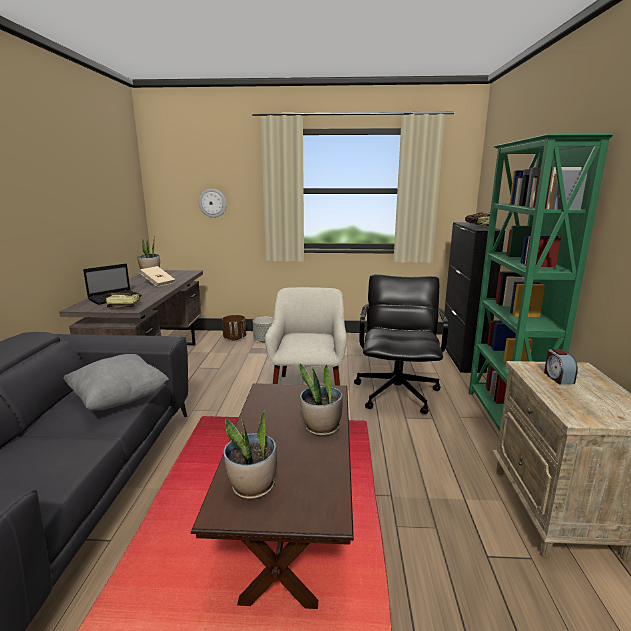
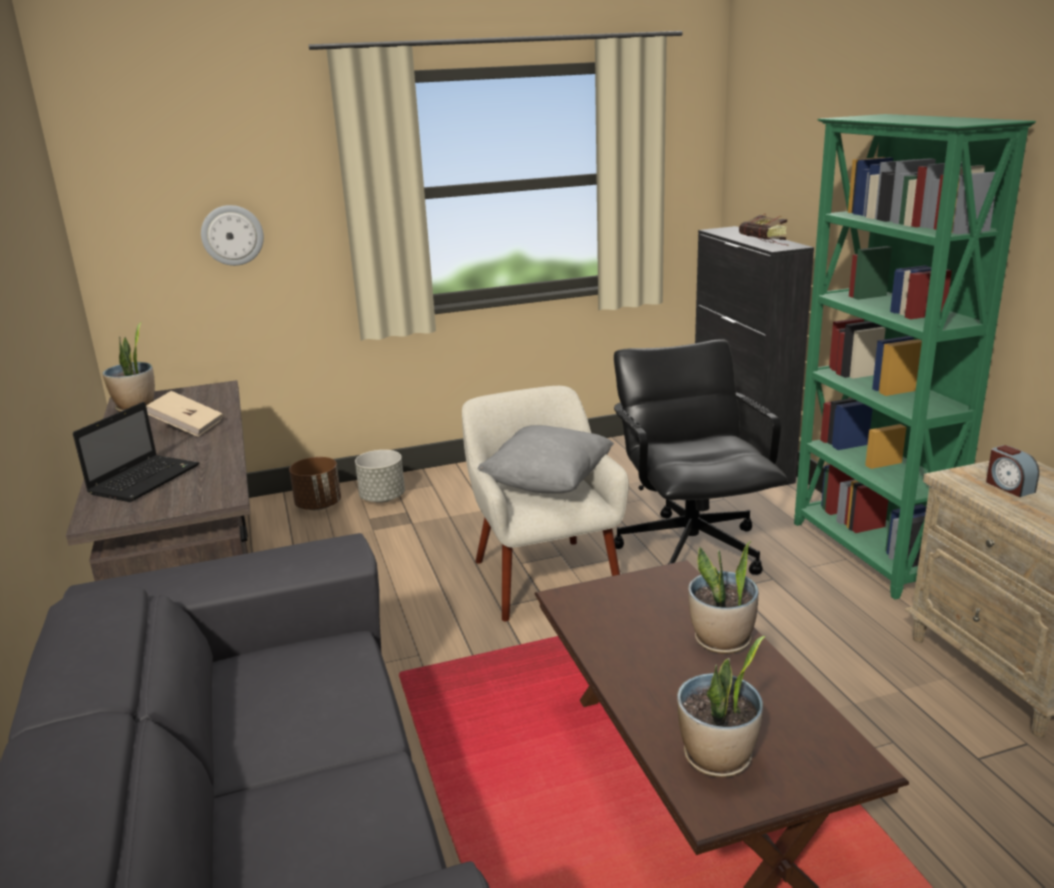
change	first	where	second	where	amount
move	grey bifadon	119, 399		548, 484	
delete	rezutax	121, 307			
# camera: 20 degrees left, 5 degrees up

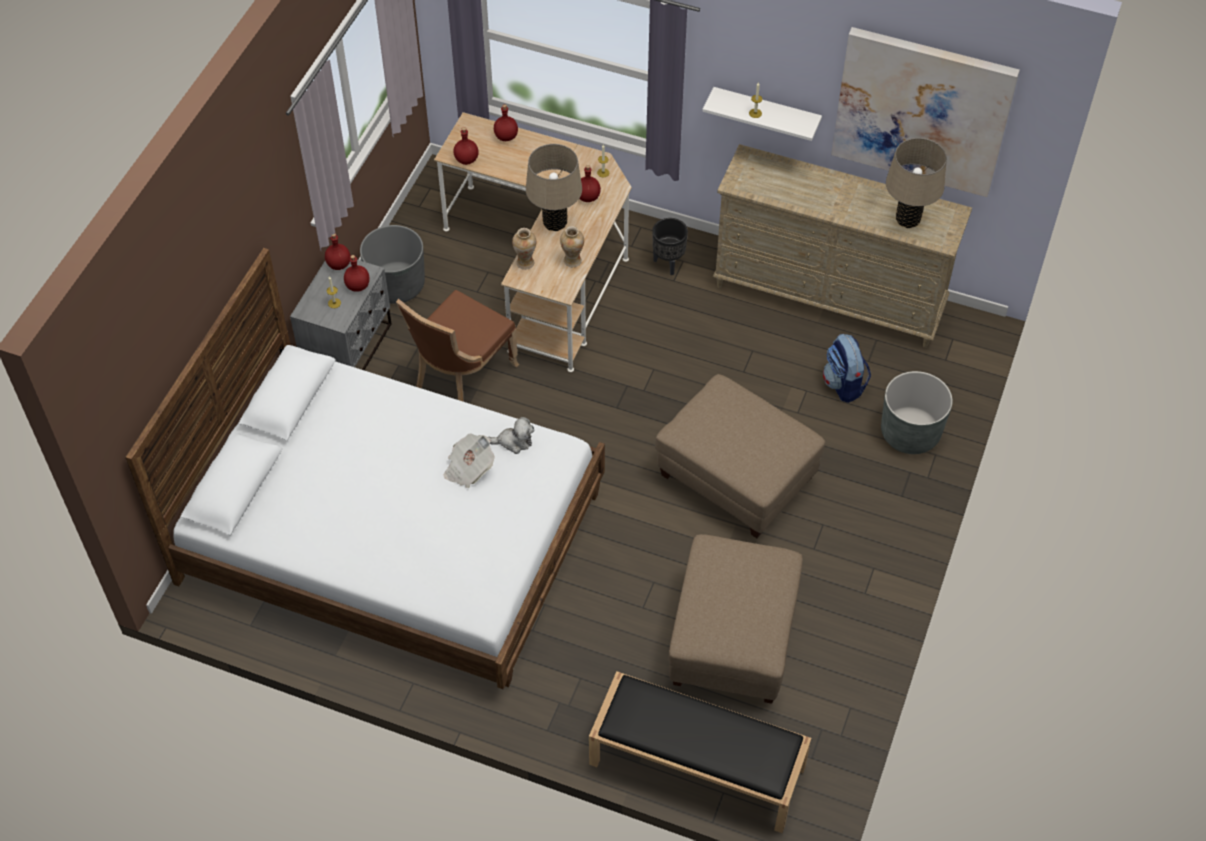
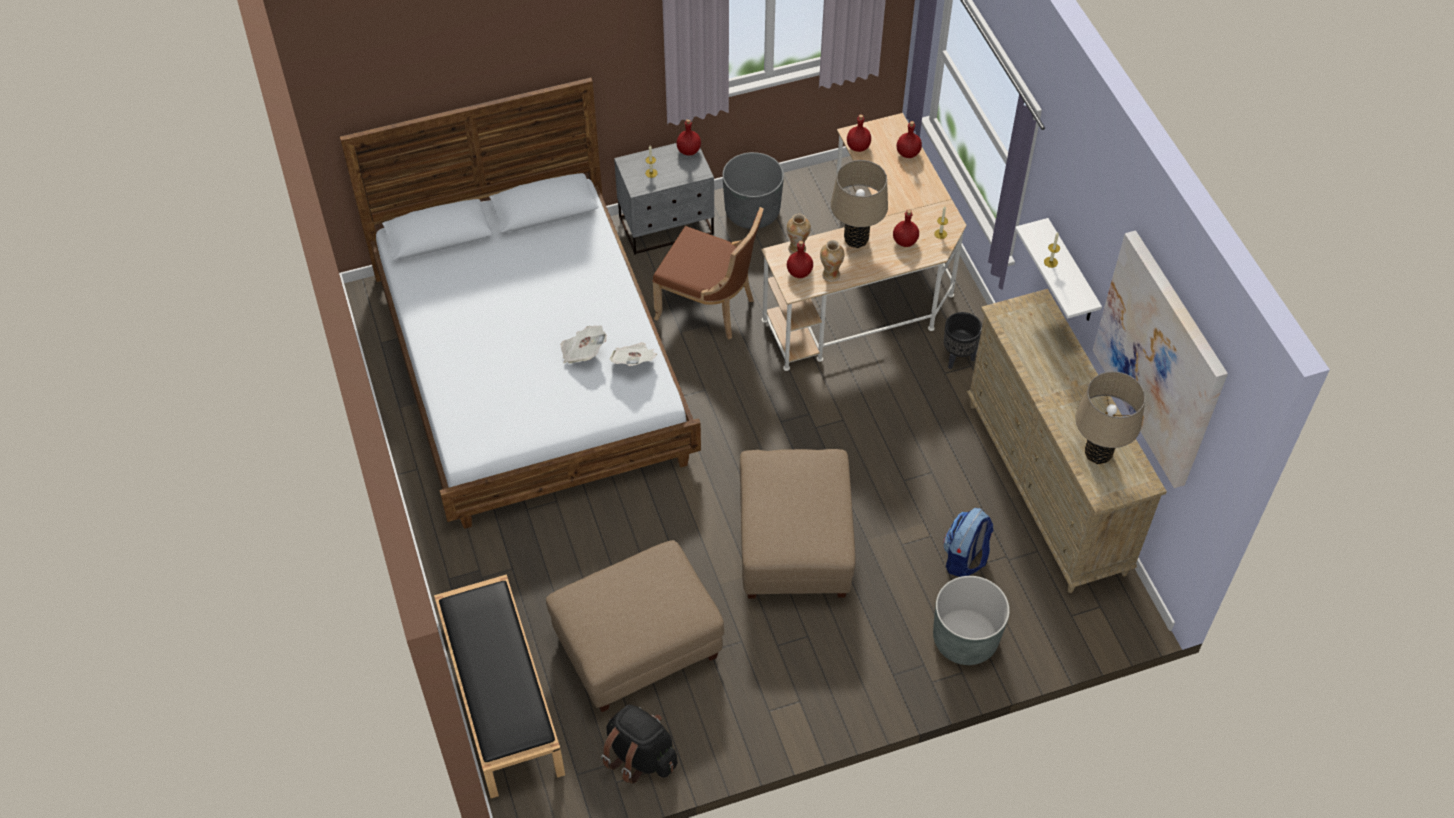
change	first	where	second	where	amount
insert			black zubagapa	640, 756	
replace	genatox	514, 441	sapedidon	634, 362	
rotate	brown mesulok	461, 377		709, 308	150 degrees counterclockwise
move	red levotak	357, 286		799, 272	
# camera: 50 degrees right, 0 degrees up

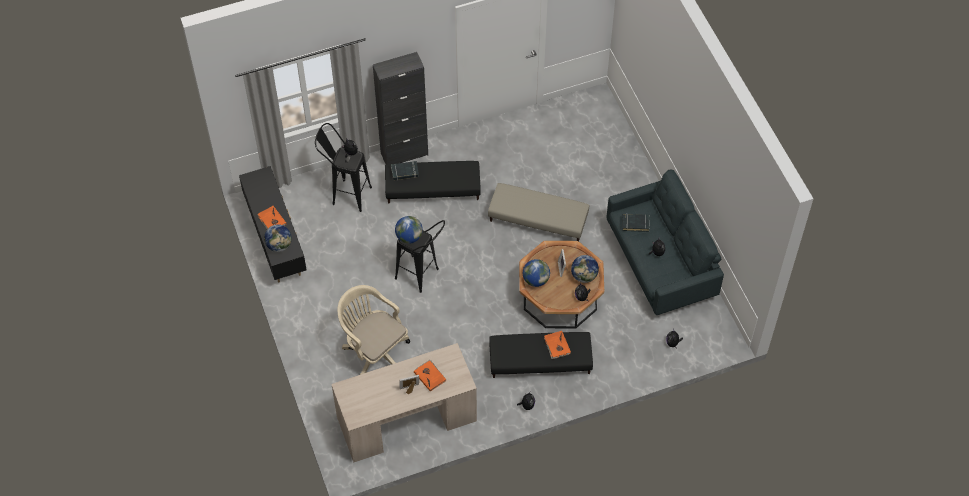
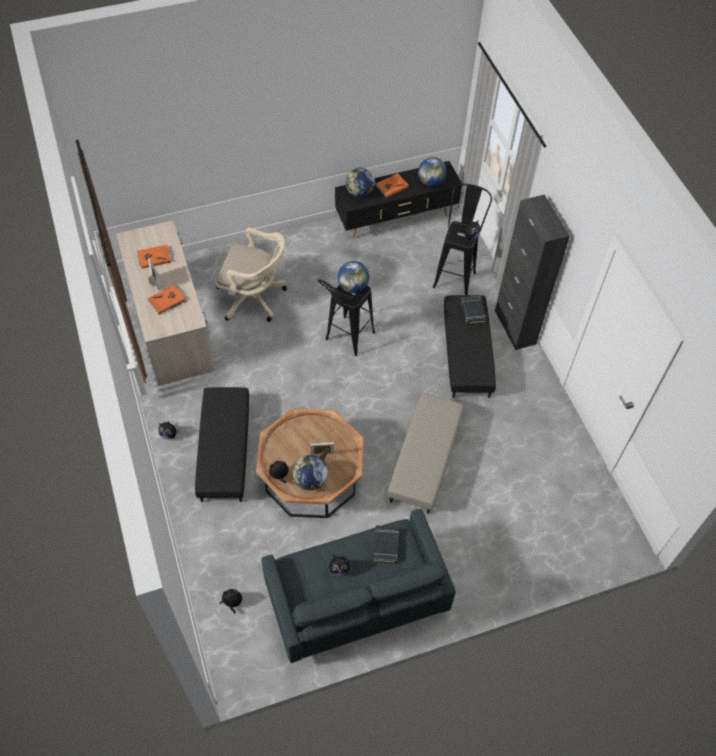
change	first	where	second	where	amount
move	orange rezutax	557, 346		154, 257	
rotate	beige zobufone	374, 352		254, 298	60 degrees clockwise
move	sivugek	535, 280		431, 182	
# camera: 90 degrees right, 0 degrees up

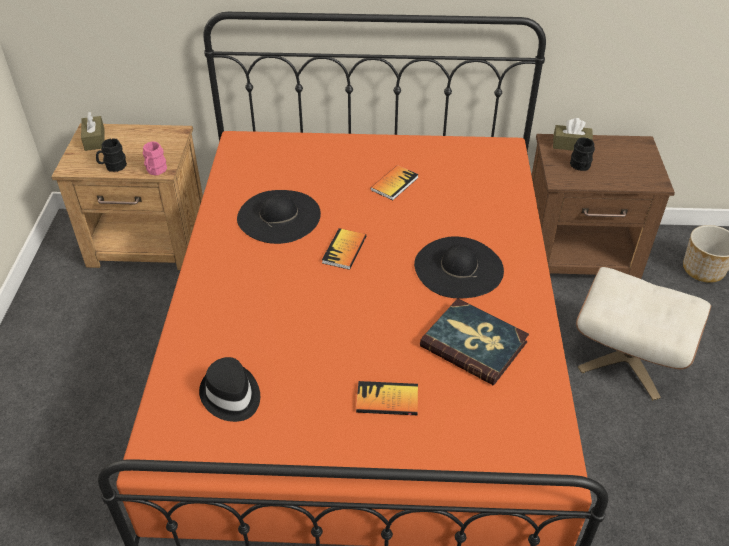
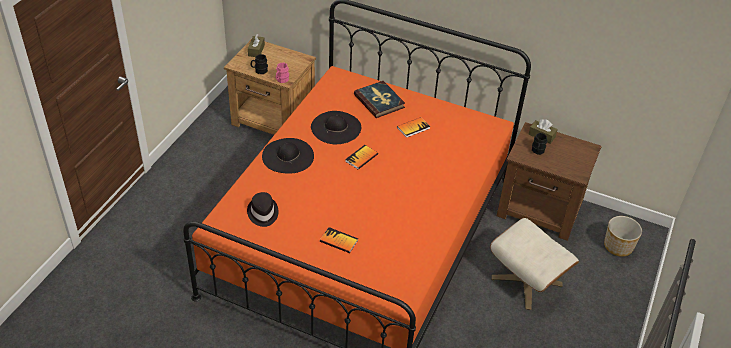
change	first	where	second	where	amount
move	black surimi	458, 267		288, 156	
move	rezutax	474, 344		379, 101	
# camera: 20 degrees right, 0 degrees up

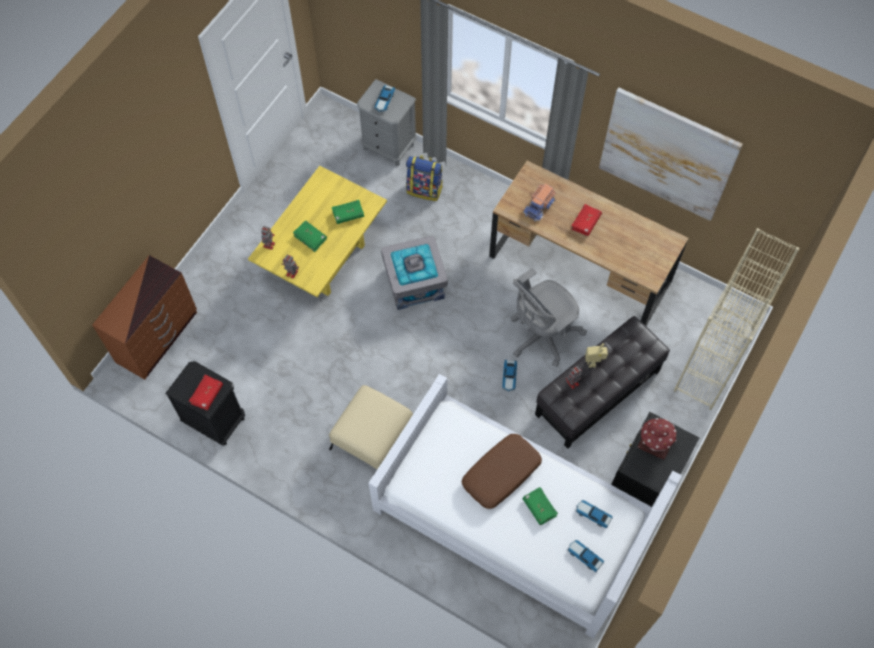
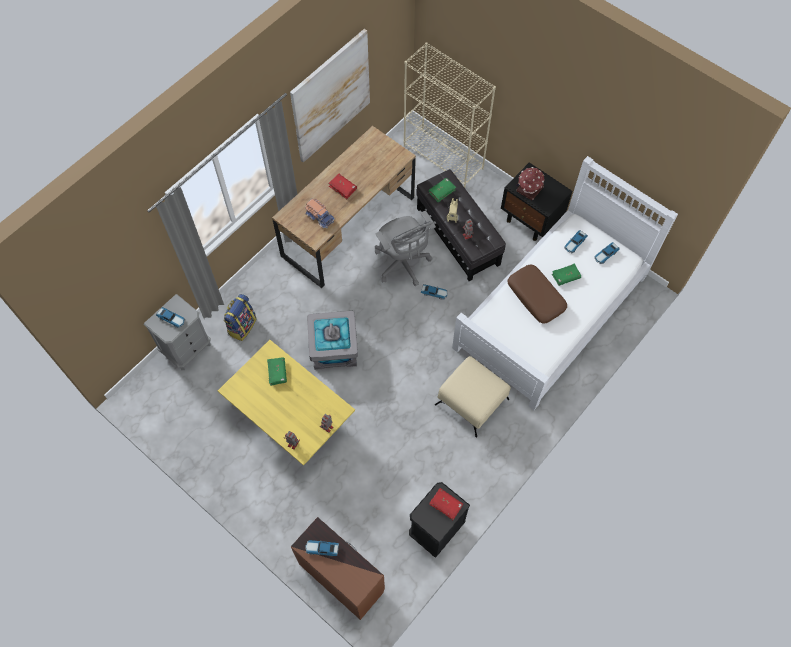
change	first	where	second	where	amount
insert			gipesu	322, 549	
move	green rezutax	310, 238		442, 191	
# camera: 80 degrees left, 0 degrees up

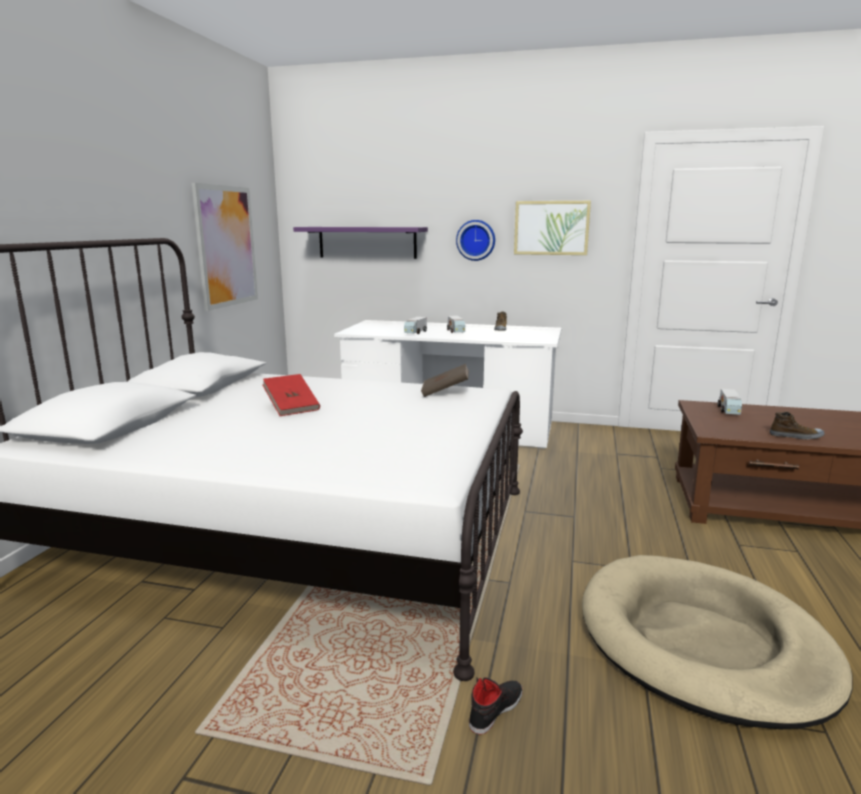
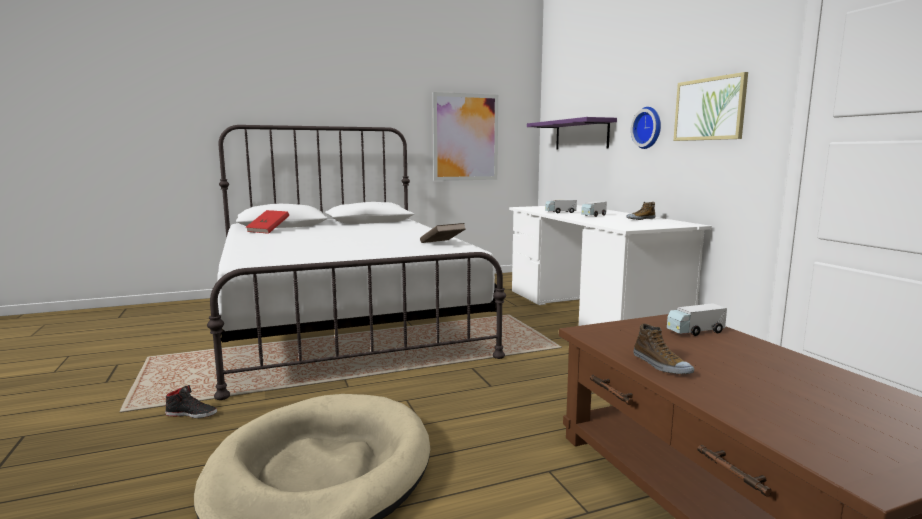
change	first	where	second	where	amount
move	red rezutax	292, 407		268, 231	
# camera: 55 degrees right, 5 degrees down

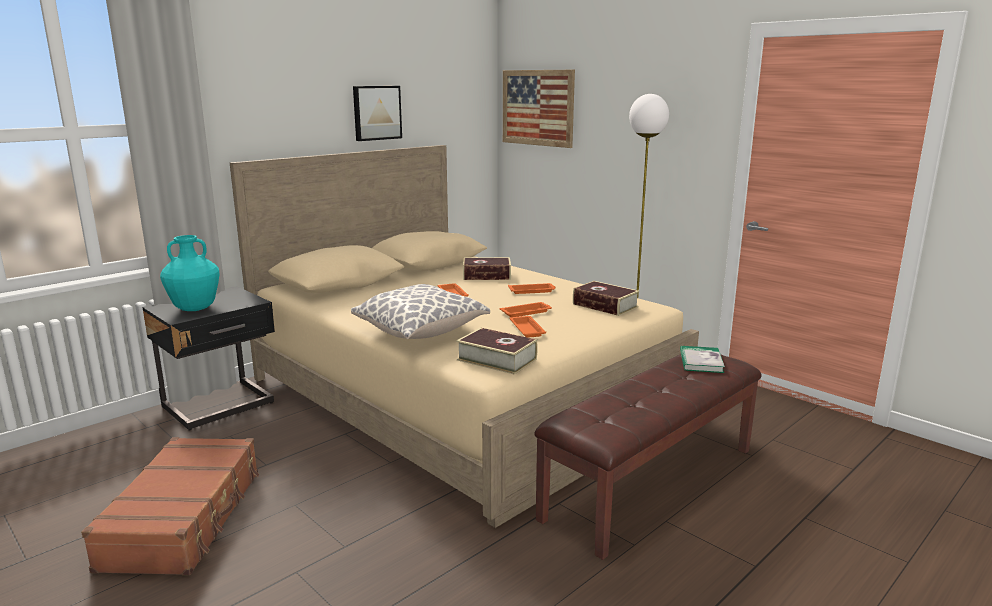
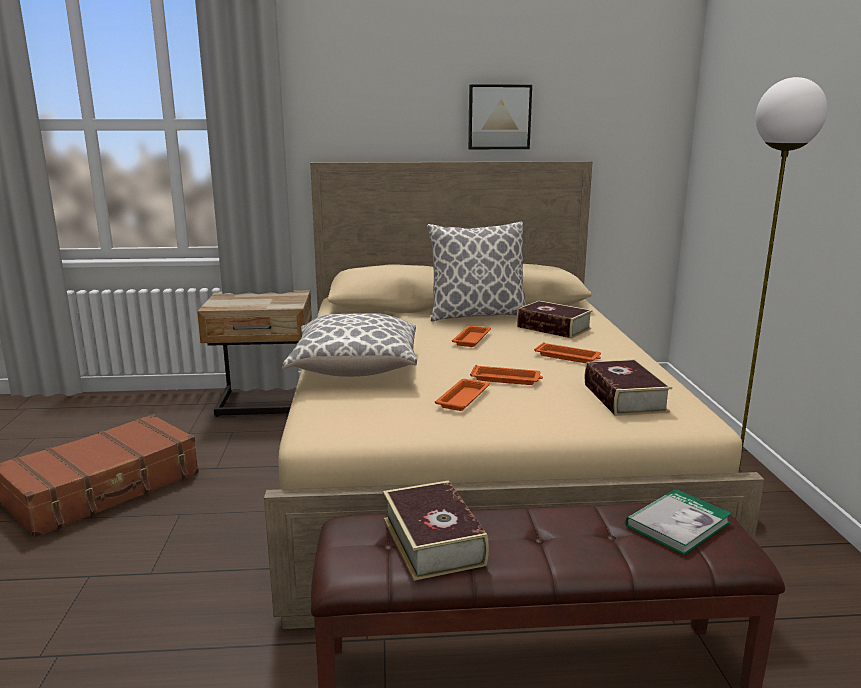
change	first	where	second	where	amount
recolor	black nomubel	220, 406	beige nomubel	265, 403	
move	rezutax	497, 359		433, 541	
insert			bifadon	476, 316	
delete	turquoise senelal	194, 309			
delete	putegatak	537, 108			
# camera: 40 degrees right, 0 degrees up

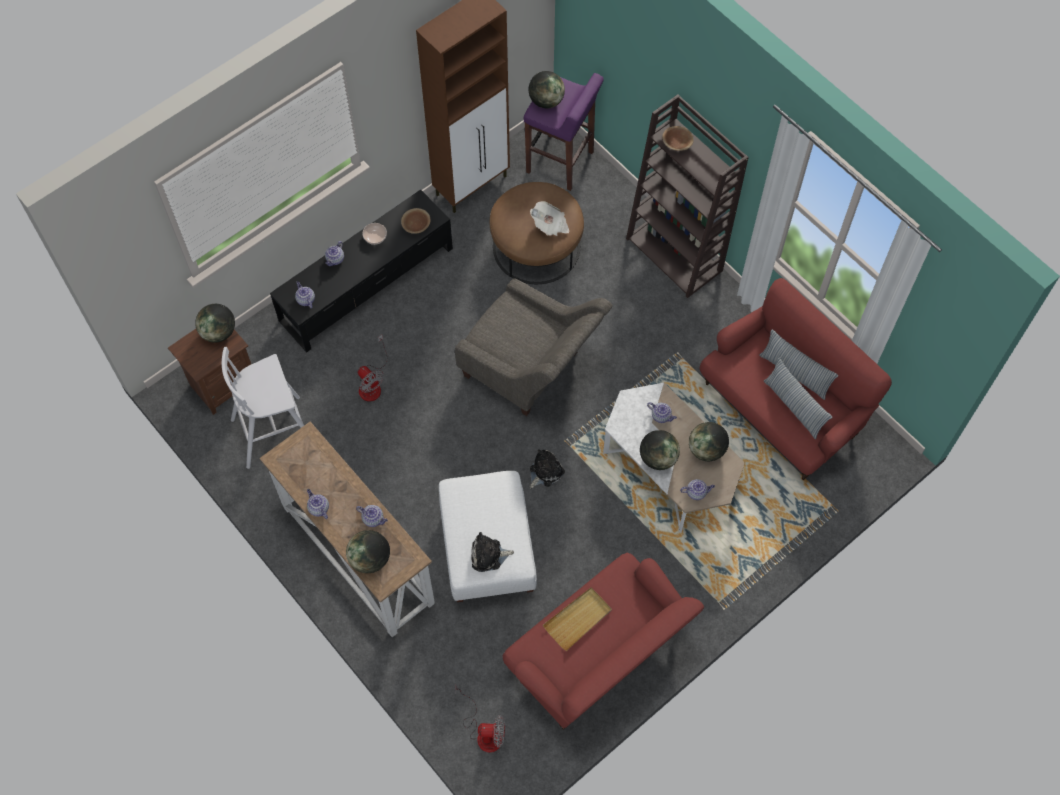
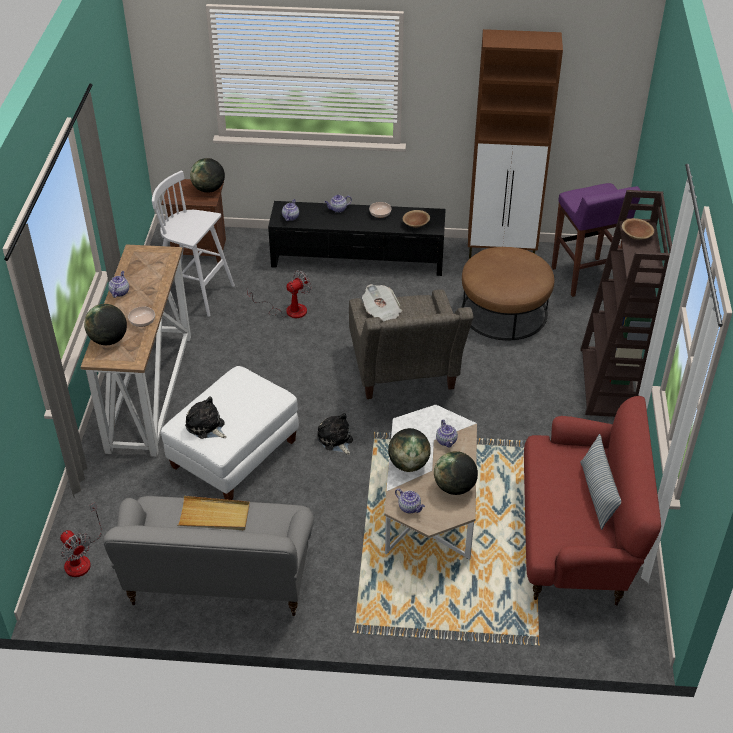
change	first	where	second	where	amount
recolor	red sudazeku	597, 655	grey sudazeku	219, 580	
replace	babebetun	373, 519	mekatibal	143, 321	
rotate	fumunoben	372, 383		288, 310	135 degrees counterclockwise
rotate	genatox	545, 471		336, 440	120 degrees counterclockwise
move	sapedidon	550, 225		382, 312	
delete	sivugek	546, 101			
delete	bifadon	794, 406			
# camera: 45 degrees right, 20 degrees down

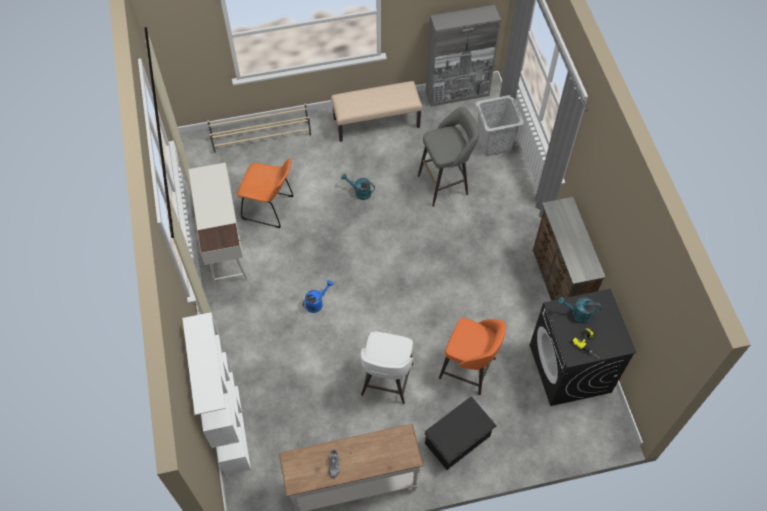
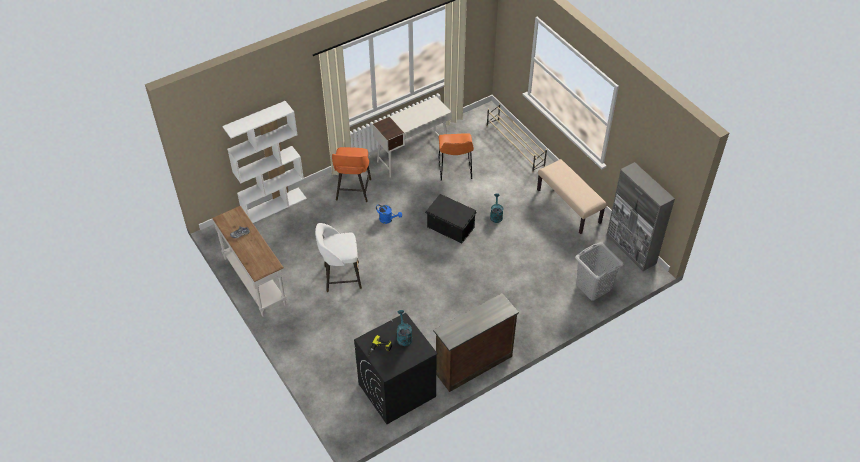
change	first	where	second	where	amount
move	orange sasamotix	469, 369		353, 190	
move	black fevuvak	458, 440		450, 227	
delete	grey sasamotix	445, 184			
# camera: 70 degrees right, 10 degrees down

